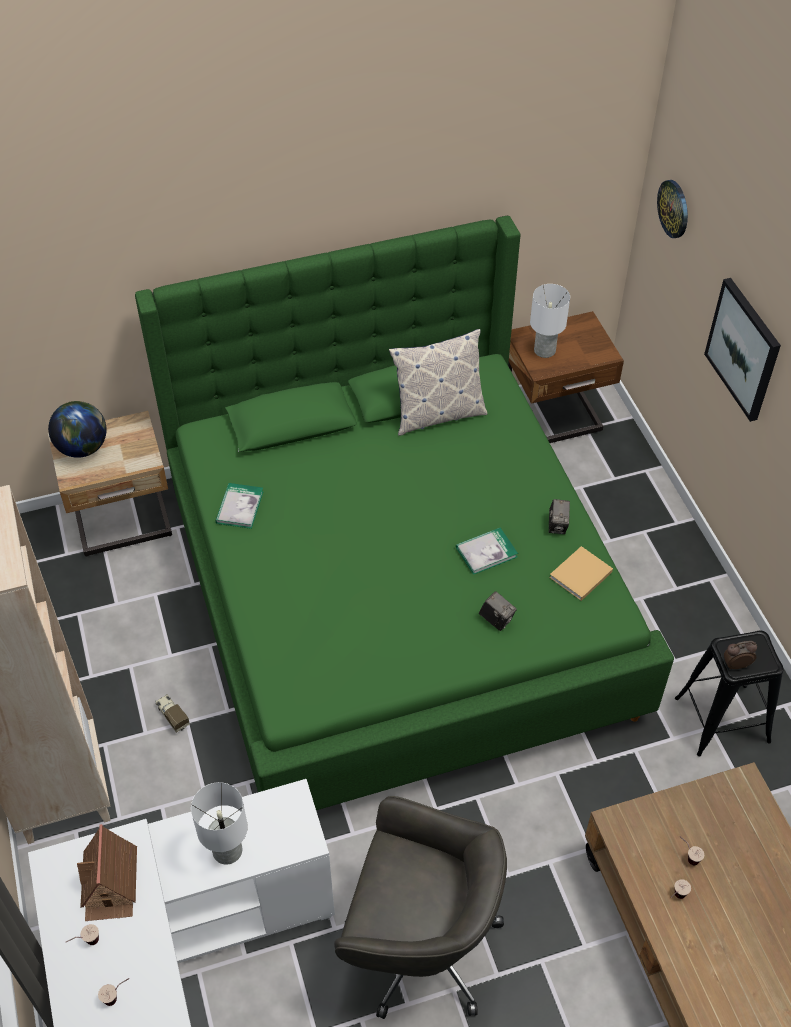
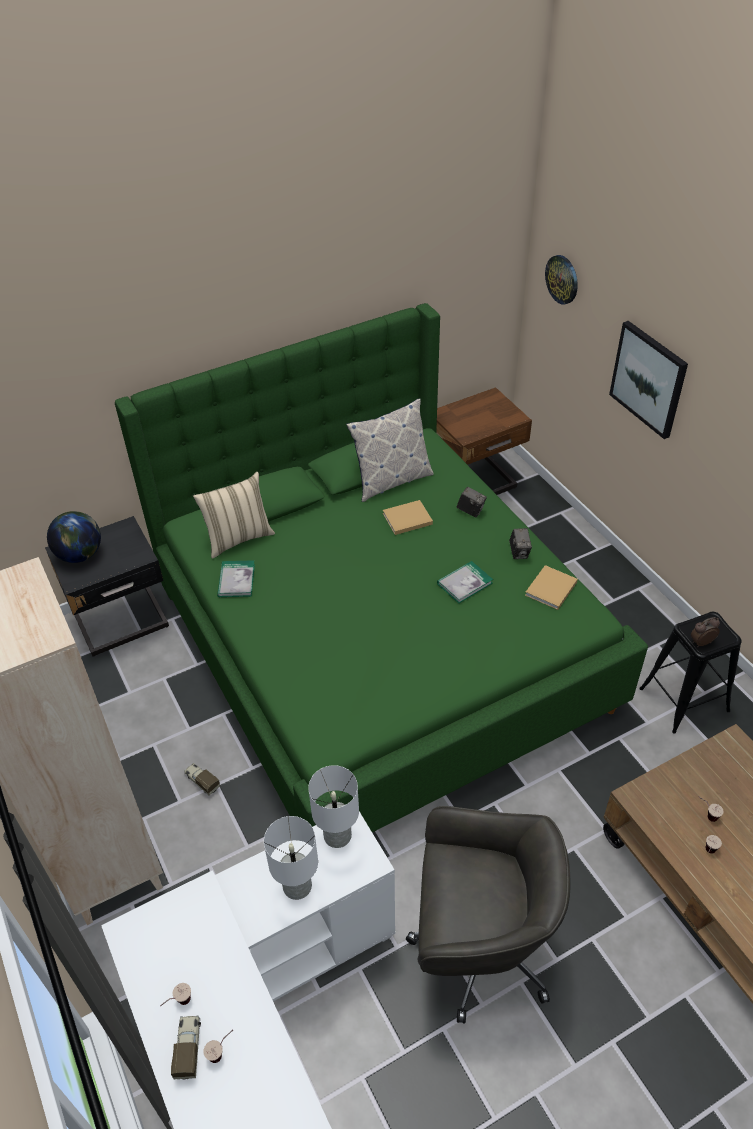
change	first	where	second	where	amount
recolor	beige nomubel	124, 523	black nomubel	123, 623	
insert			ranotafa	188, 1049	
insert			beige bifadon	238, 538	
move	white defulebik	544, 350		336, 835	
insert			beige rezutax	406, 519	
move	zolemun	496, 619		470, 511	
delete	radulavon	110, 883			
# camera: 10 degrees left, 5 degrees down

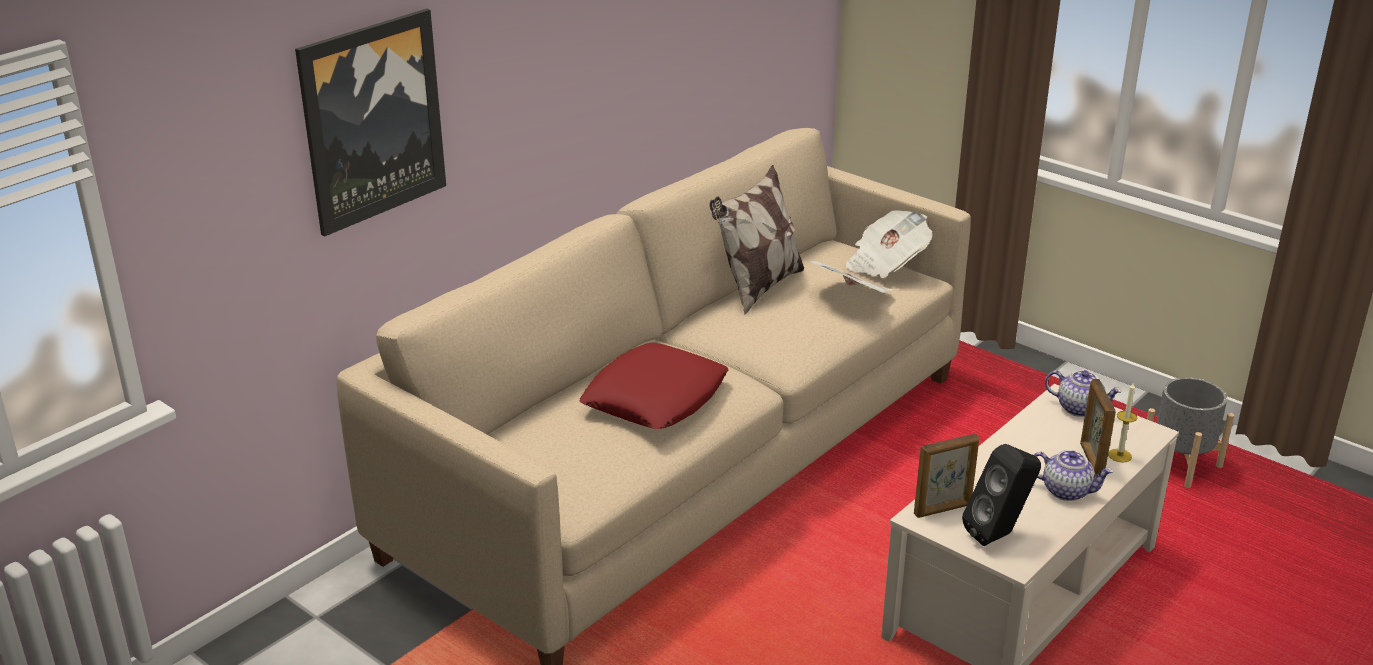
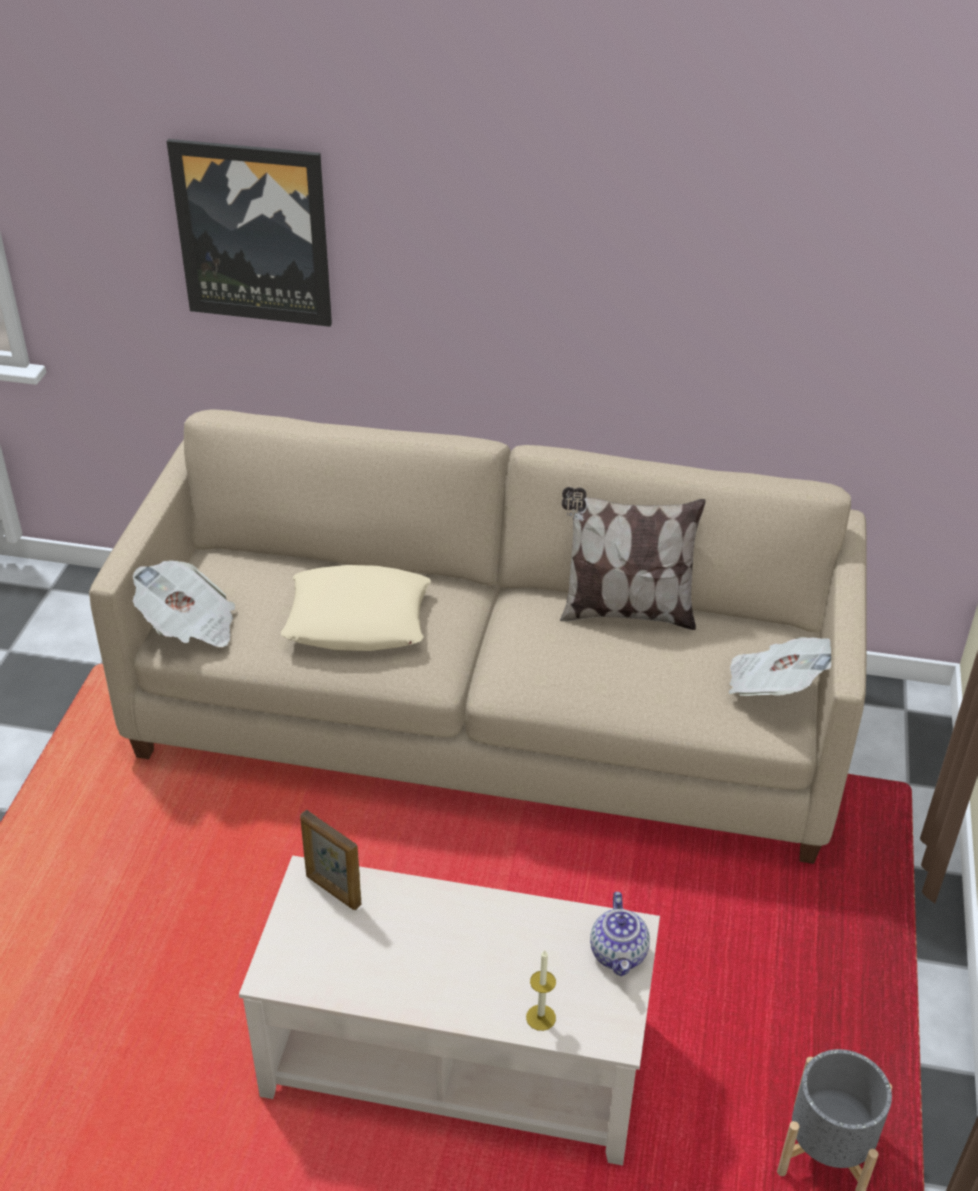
change	first	where	second	where	amount
move	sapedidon	853, 298		189, 625	
recolor	red bifadon	655, 397	beige bifadon	358, 619	
delete	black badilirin	999, 535			
delete	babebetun	1067, 491			
delete	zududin	1091, 460			
# camera: 60 degrees right, 10 degrees up

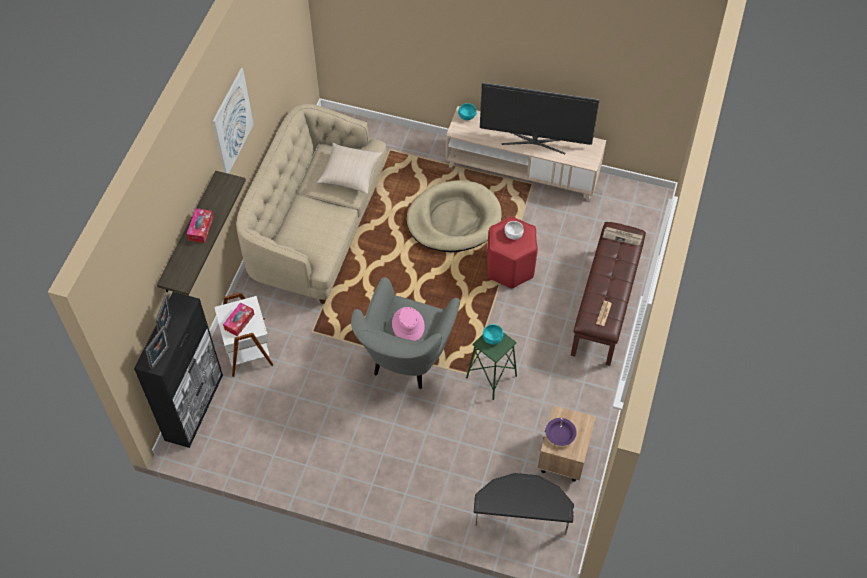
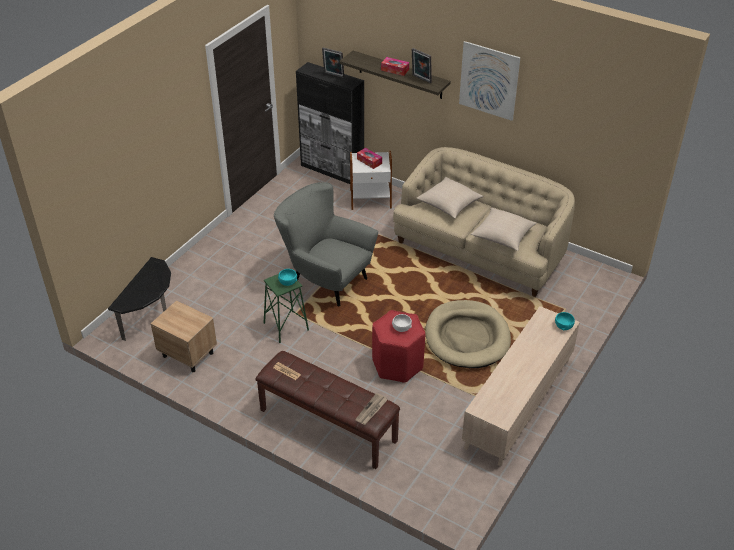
change	first	where	second	where	amount
move	zududin	161, 357		421, 79	
insert			beige bifadon	449, 204	
delete	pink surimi	408, 325			
delete	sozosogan	535, 141			
delete	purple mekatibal	560, 434			
# camera: 105 degrees right, 15 degrees down

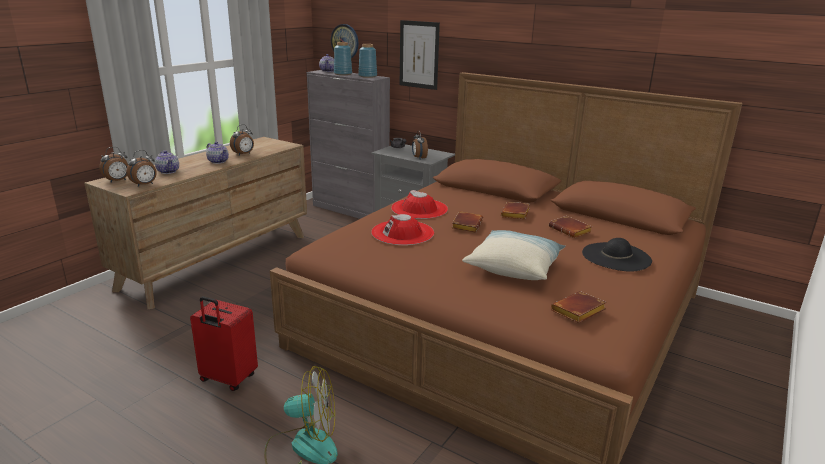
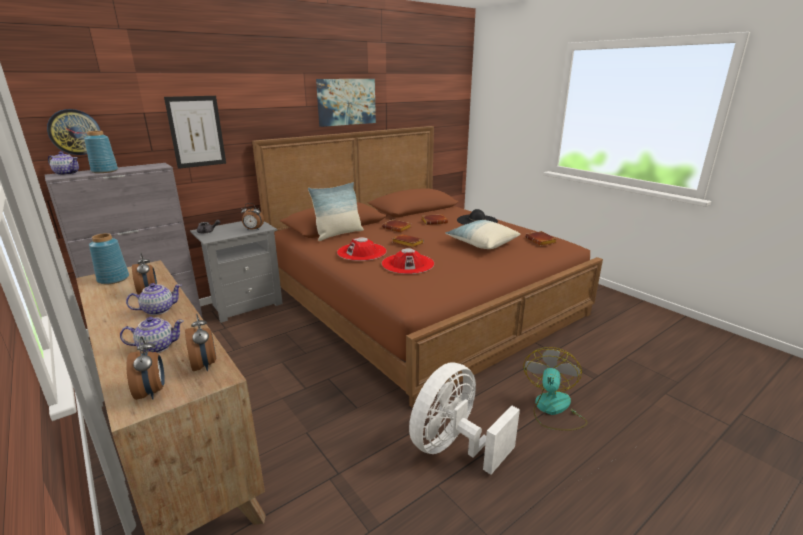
change	first	where	second	where	amount
move	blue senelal	367, 76		113, 279	
insert			bifadon	338, 234	
insert			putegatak	346, 102	
replace	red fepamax	227, 379	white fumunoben	454, 447	
# camera: 70 degrees left, 0 degrees up

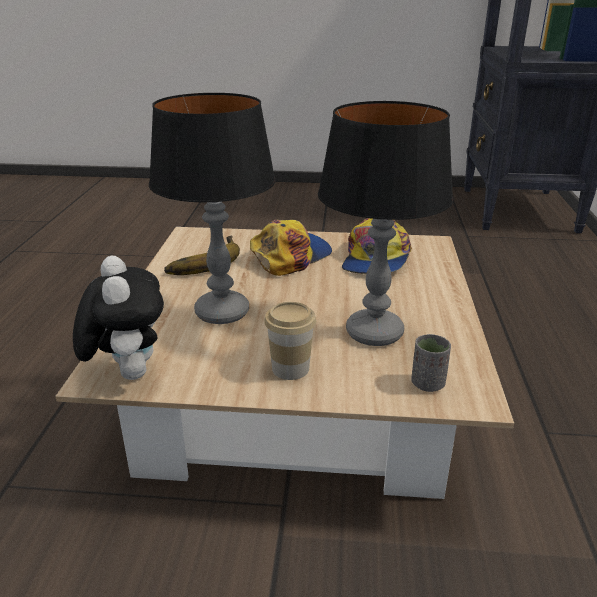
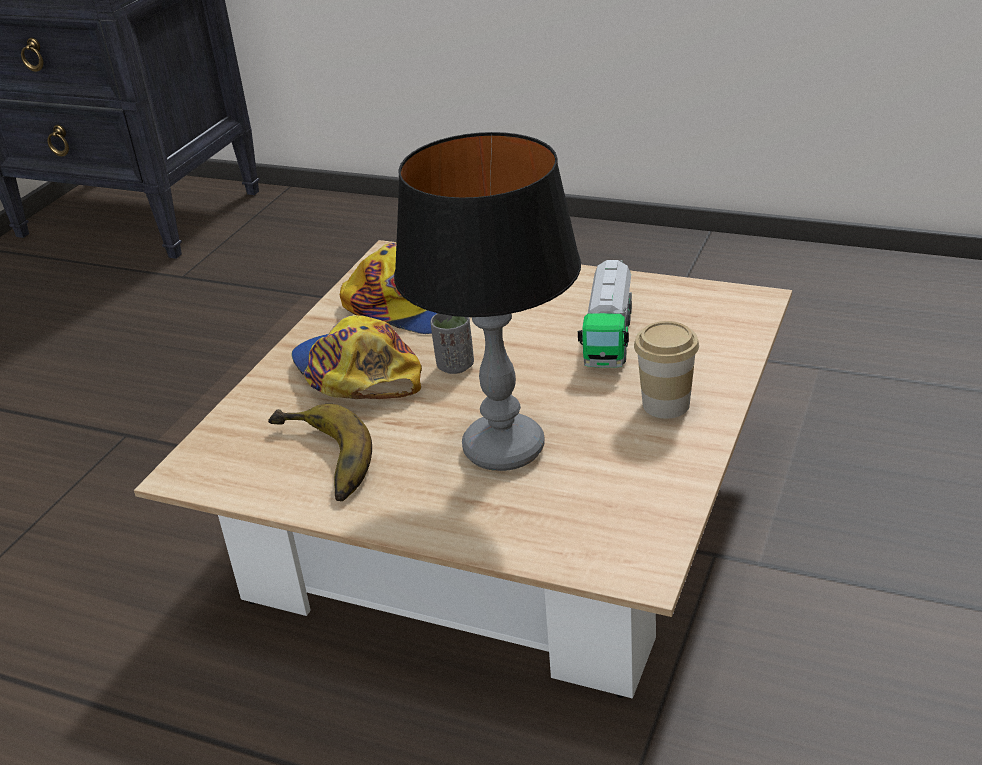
change	first	where	second	where	amount
move	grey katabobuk	427, 384		455, 366	
replace	defulebik	375, 333	ranotafa	608, 336	
delete	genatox	127, 372			
# camera: 70 degrees left, 5 degrees up

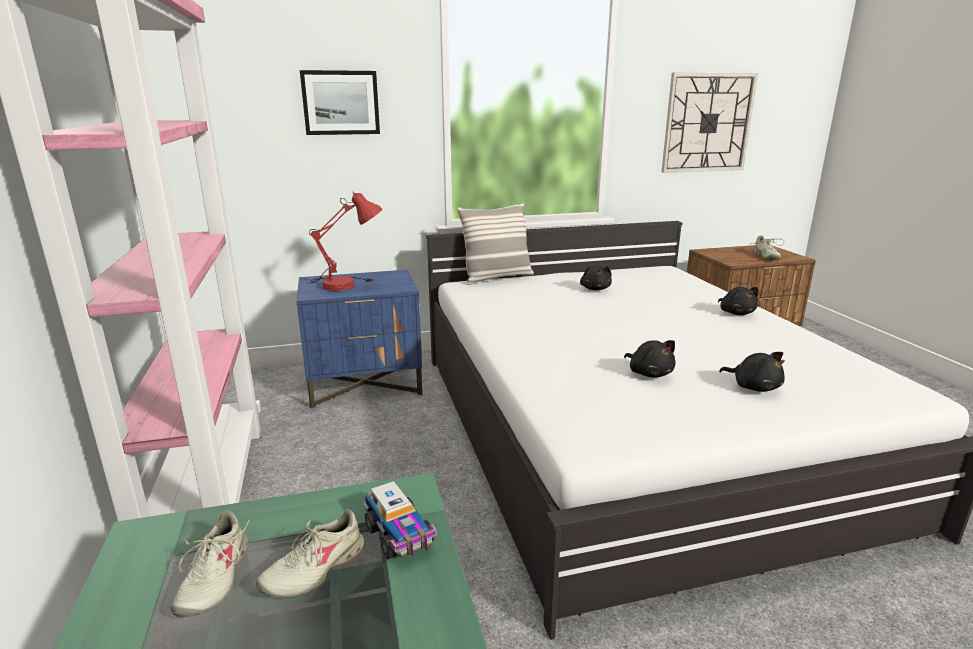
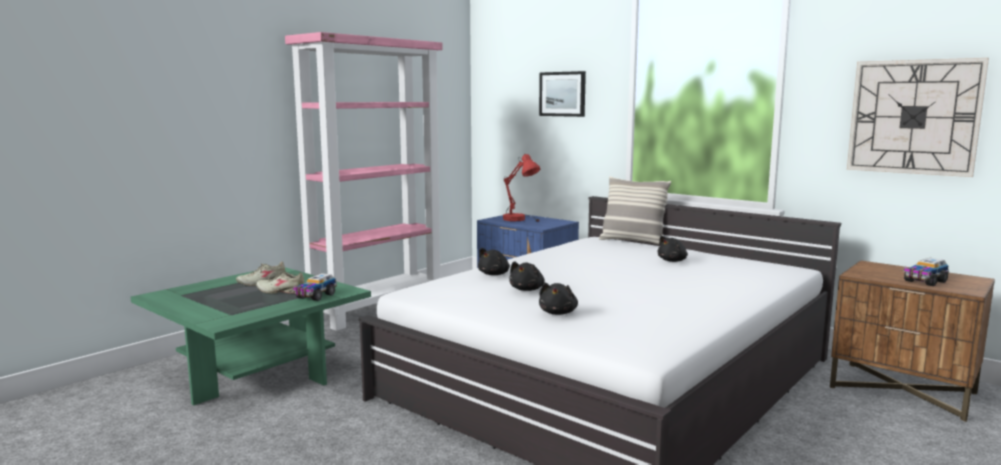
change	first	where	second	where	amount
move	black genatox	736, 313		495, 274	
replace	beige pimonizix	765, 256	ranotafa	924, 281	
# camera: 55 degrees right, 10 degrees down

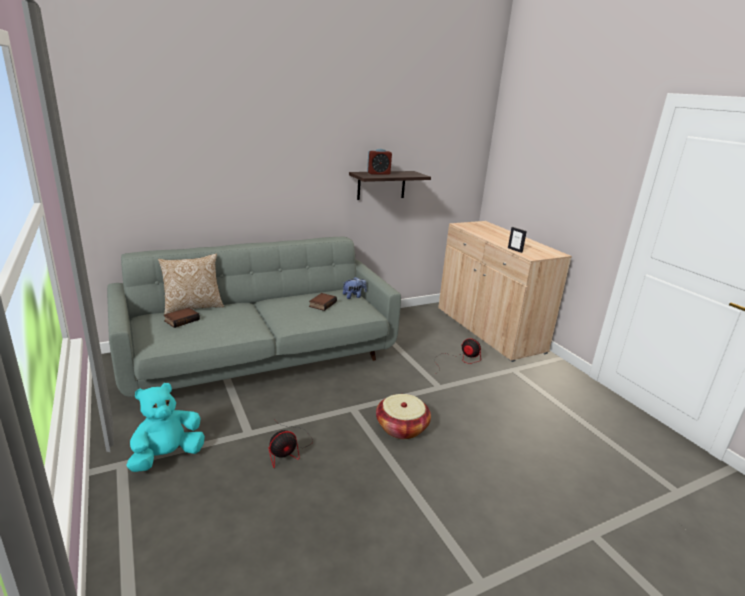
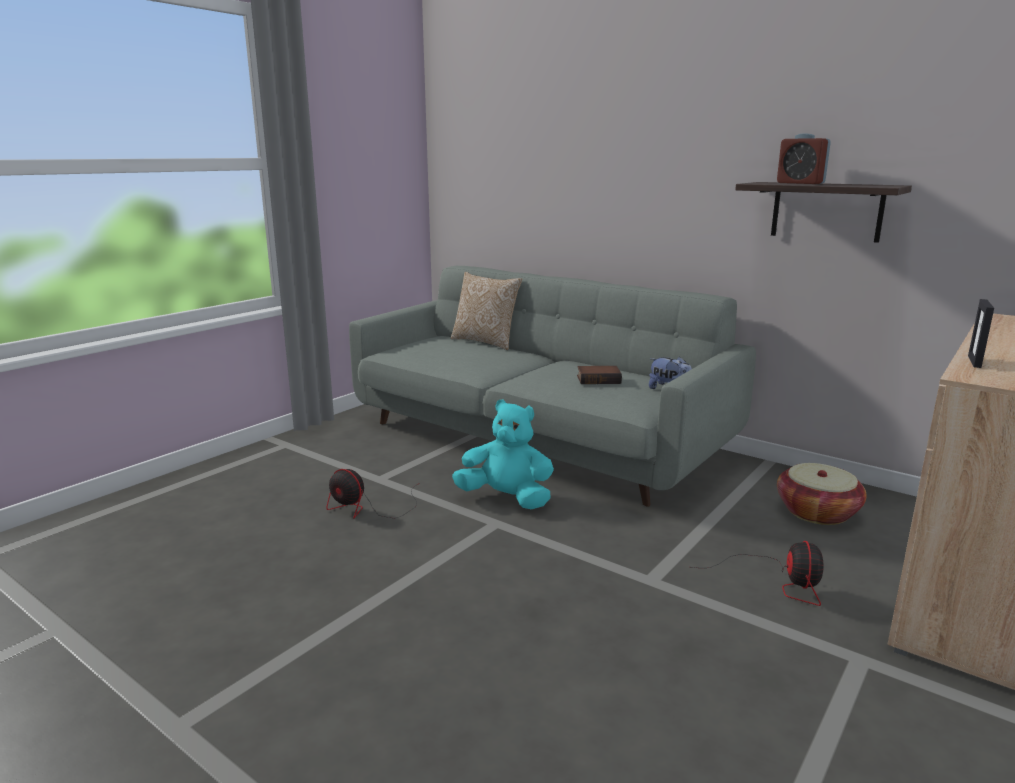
change	first	where	second	where	amount
move	turquoise genatox	167, 456		506, 498	
move	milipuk	401, 427		817, 512	
delete	rezutax	182, 320			
# camera: 65 degrees right, 5 degrees down

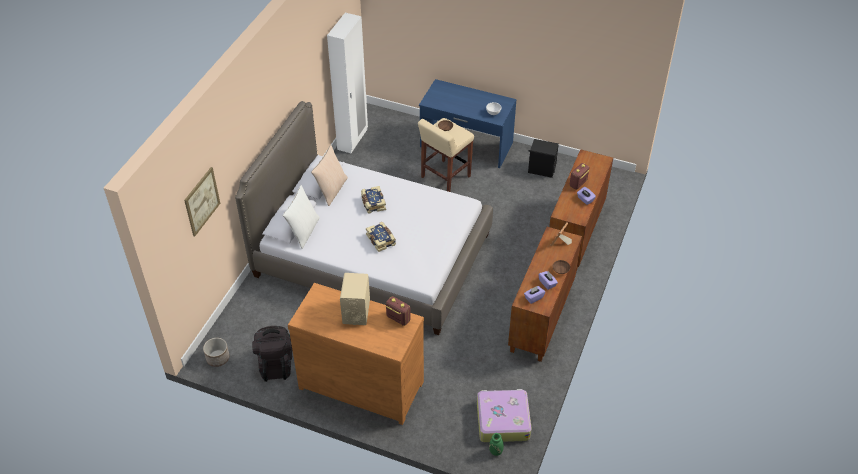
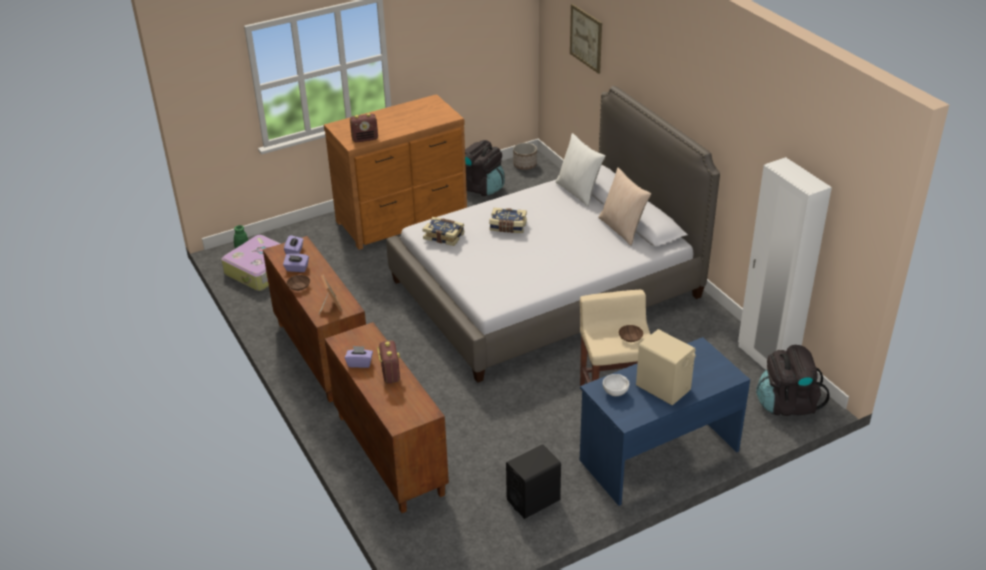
change	first	where	second	where	amount
move	rezutax	373, 203		444, 236	
move	beige badilirin	356, 311		663, 388	
insert			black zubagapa	787, 404	
# camera: 130 degrees right, 10 degrees down

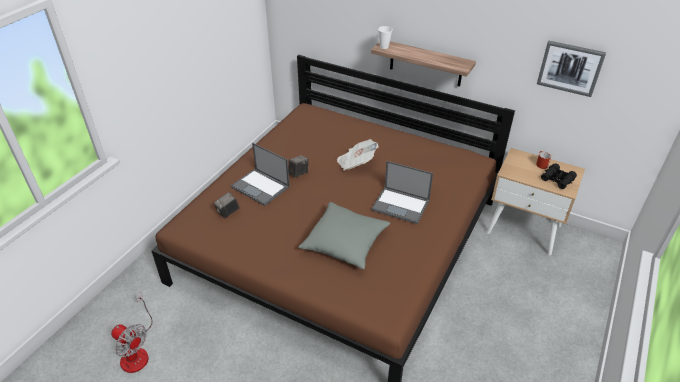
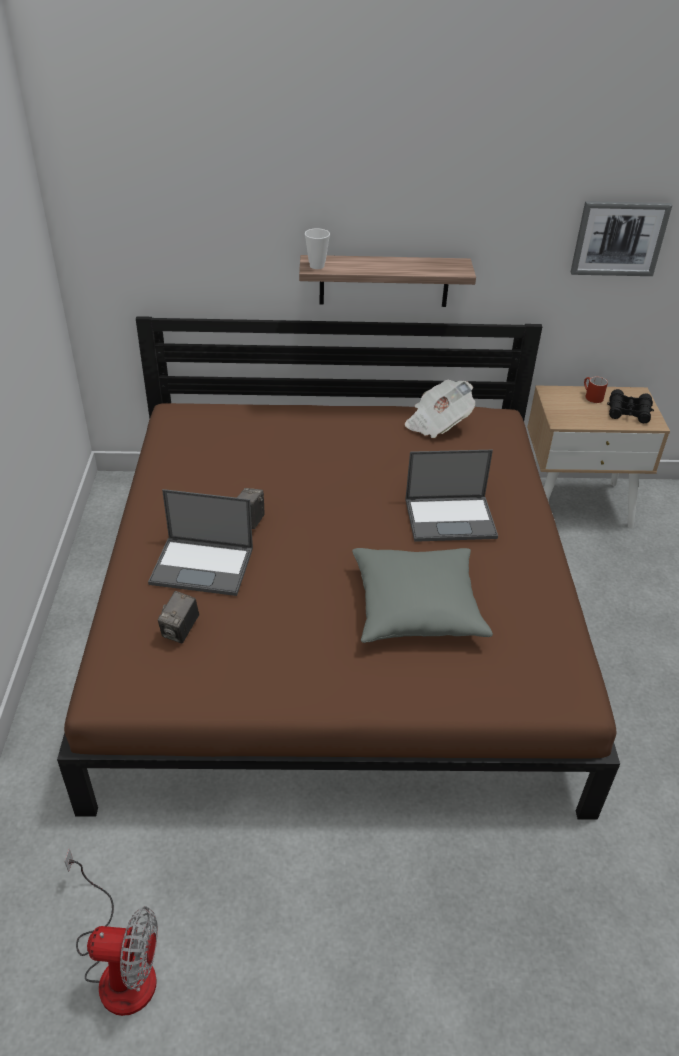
change	first	where	second	where	amount
move	sapedidon	356, 163		437, 423	
# camera: 30 degrees left, 0 degrees up

